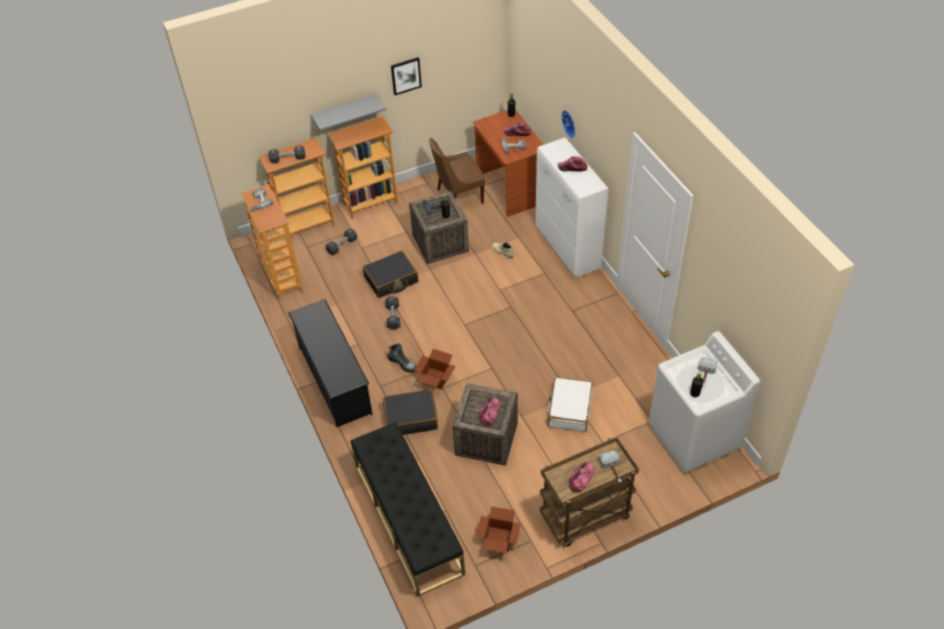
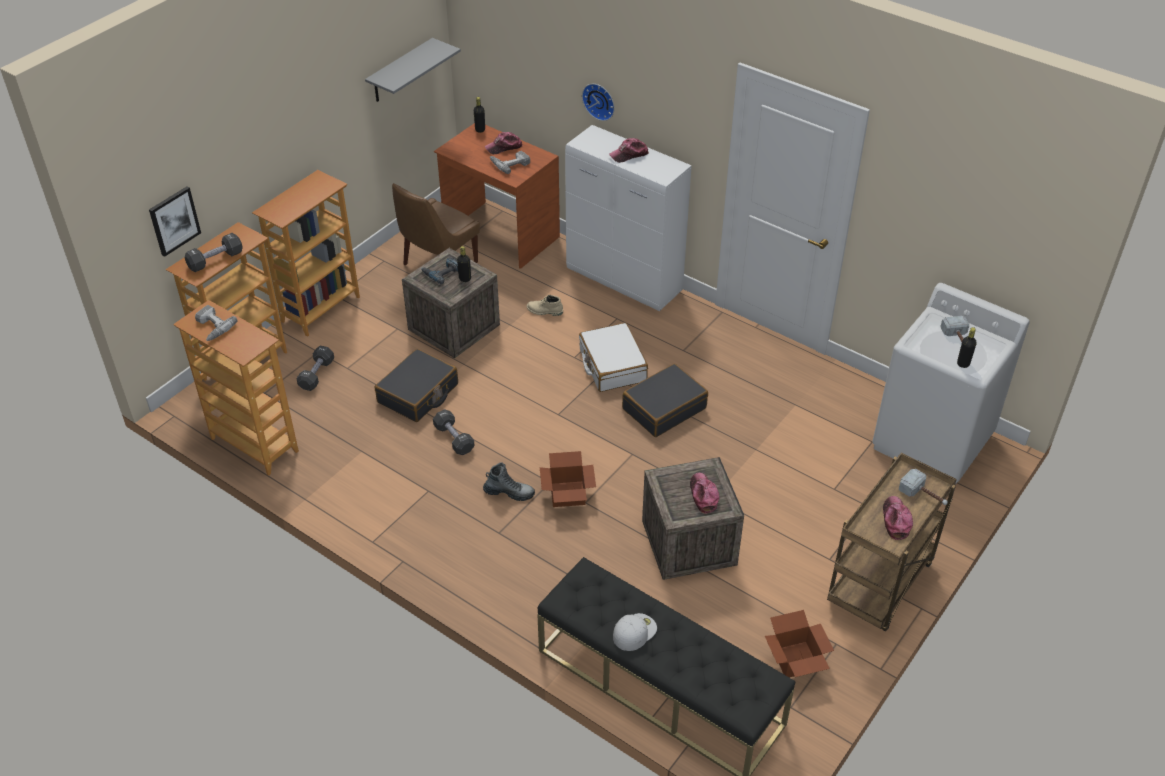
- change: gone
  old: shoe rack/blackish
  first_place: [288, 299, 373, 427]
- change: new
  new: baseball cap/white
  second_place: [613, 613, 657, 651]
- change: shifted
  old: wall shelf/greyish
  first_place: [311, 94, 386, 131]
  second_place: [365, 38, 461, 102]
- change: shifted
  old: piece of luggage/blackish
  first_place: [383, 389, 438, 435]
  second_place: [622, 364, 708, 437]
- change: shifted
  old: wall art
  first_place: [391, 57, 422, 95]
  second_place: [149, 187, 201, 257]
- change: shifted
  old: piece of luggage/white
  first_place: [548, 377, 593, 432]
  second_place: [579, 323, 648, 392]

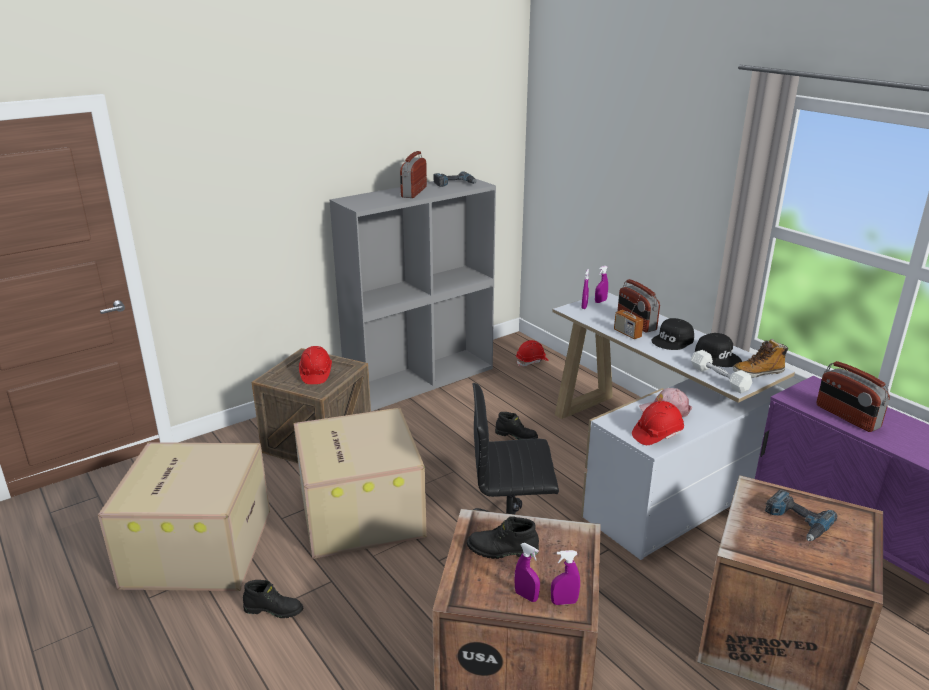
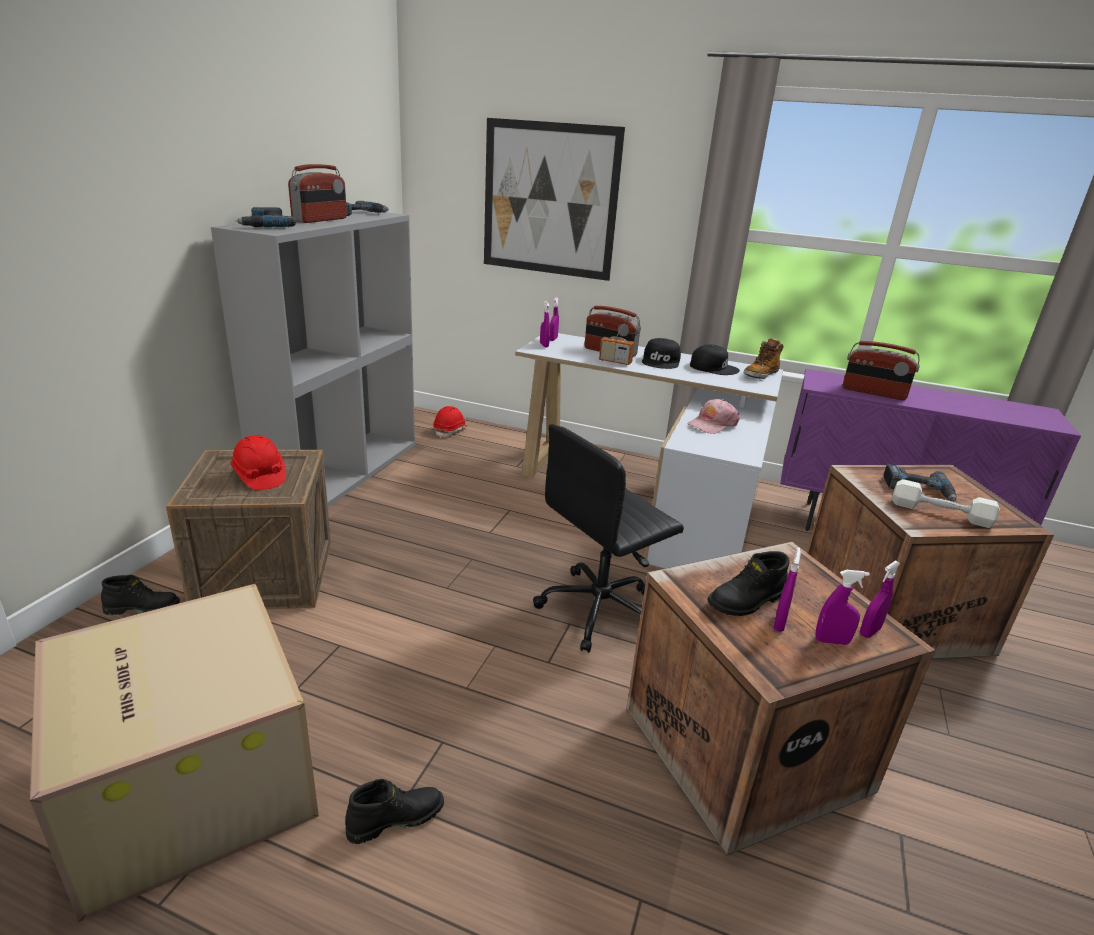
- change: gone
  old: packing box
  first_place: [294, 408, 427, 559]
- change: gone
  old: hard hat/red-coloured
  first_place: [632, 401, 684, 445]
- change: new
  new: electric drill
  second_place: [236, 207, 296, 227]
- change: new
  new: wall art
  second_place: [484, 118, 625, 281]
- change: new
  new: hand sprayer/purple-coloured
  second_place: [773, 547, 801, 632]
- change: shifted
  old: high-top boot/blackish
  first_place: [495, 412, 538, 440]
  second_place: [101, 575, 180, 615]
- change: shifted
  old: free weight/white
  first_place: [691, 350, 752, 393]
  second_place: [892, 479, 1000, 528]
- change: rotated
  old: radio set
  first_place: [400, 151, 427, 198]
  second_place: [288, 164, 347, 223]
  degrees: -135

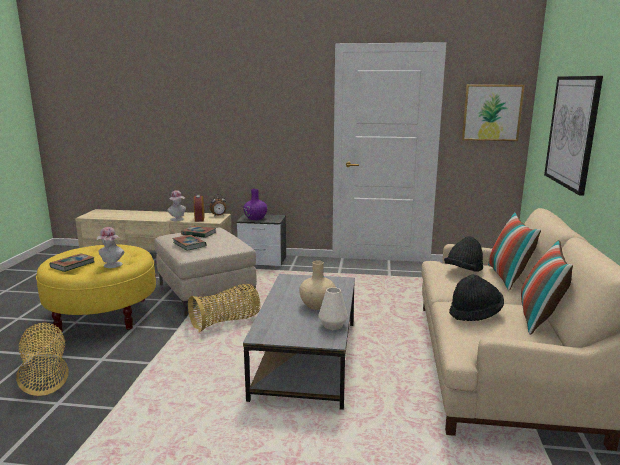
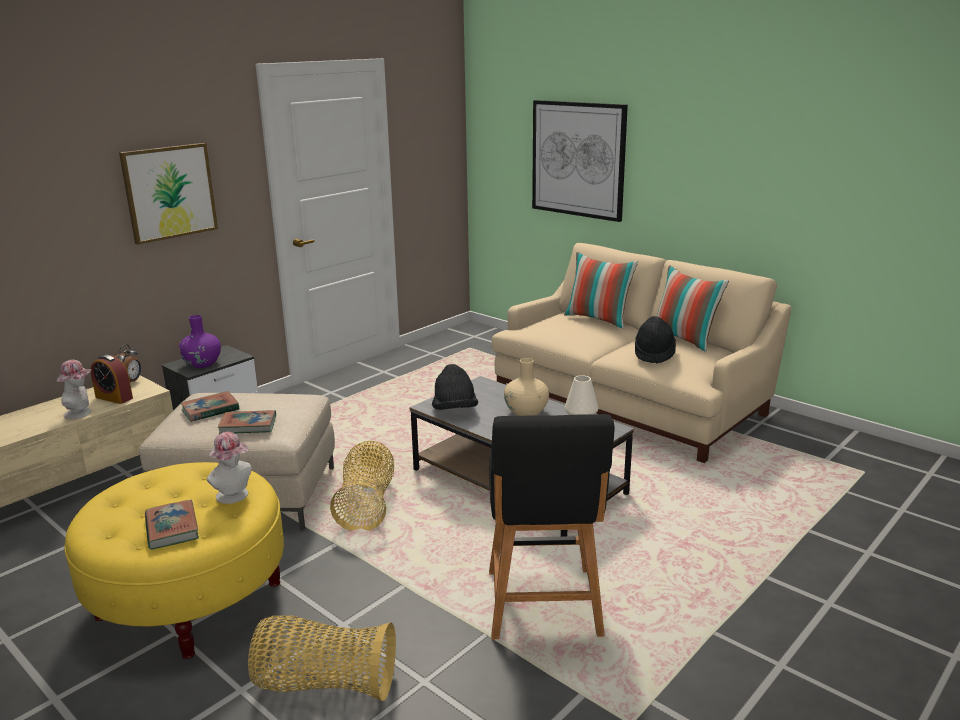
- change: new
  new: stool seat/blackish
  second_place: [489, 414, 615, 640]
- change: shifted
  old: clothing hat/blackish
  first_place: [444, 236, 483, 272]
  second_place: [432, 364, 478, 410]
- change: shifted
  old: wall art
  first_place: [462, 85, 525, 141]
  second_place: [119, 143, 218, 245]

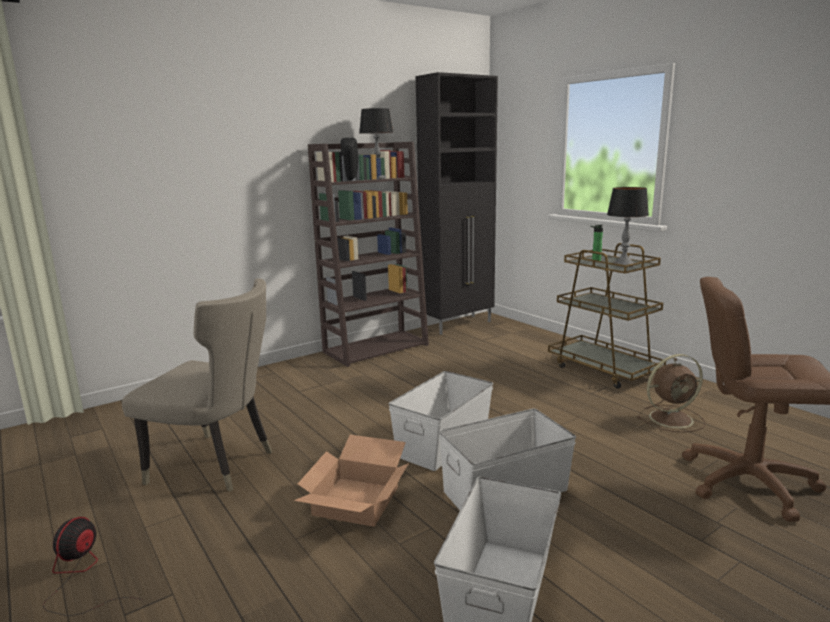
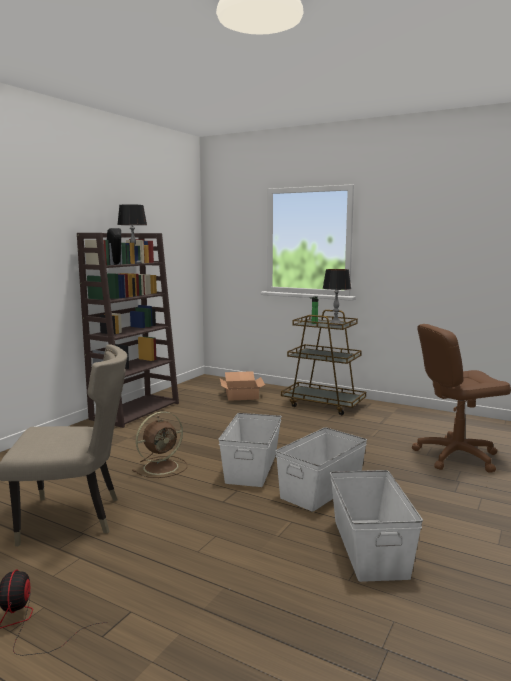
- change: gone
  old: cupboard/blackish
  first_place: [416, 72, 498, 335]
- change: shifted
  old: packing box
  first_place: [293, 435, 409, 527]
  second_place: [220, 371, 265, 401]
- change: shifted
  old: electric fan/brownish
  first_place: [636, 354, 706, 432]
  second_place: [132, 411, 187, 478]

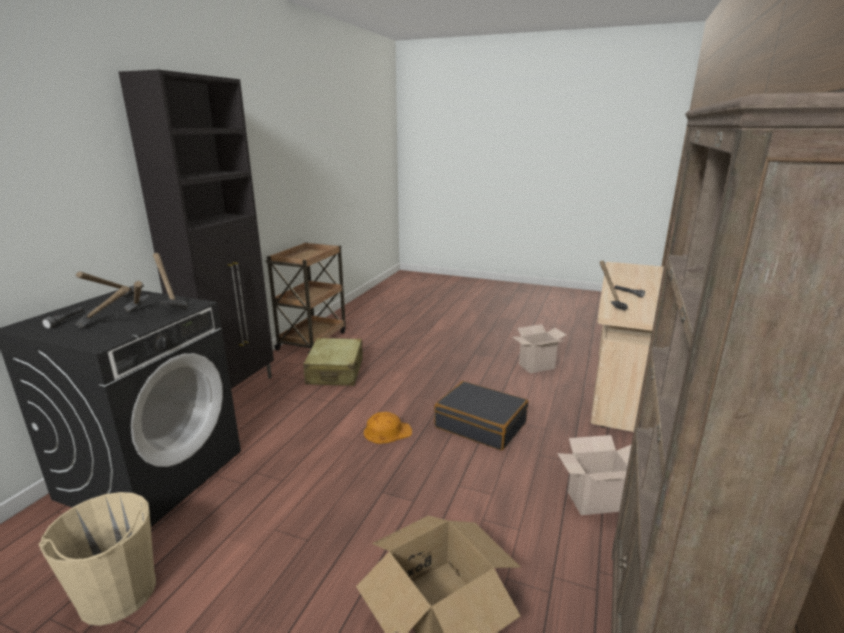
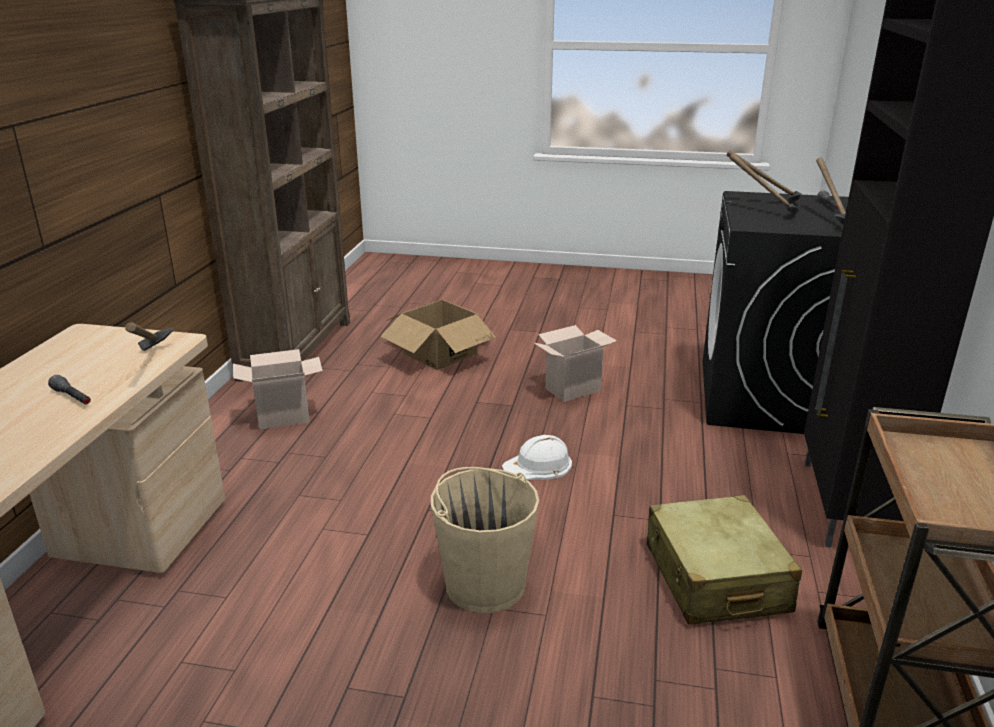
- change: gone
  old: tool hammer
  first_place: [153, 253, 188, 310]
- change: gone
  old: piece of luggage/blackish
  first_place: [434, 381, 528, 450]
- change: shifted
  old: bucket/sand-coloured
  first_place: [39, 492, 156, 626]
  second_place: [431, 467, 539, 613]
- change: shifted
  old: packing box
  first_place: [513, 324, 566, 373]
  second_place: [534, 325, 617, 402]
- change: repainted
  old: hard hat/orange
  new: hard hat/white
  first_place: [364, 412, 412, 444]
  second_place: [502, 435, 572, 480]

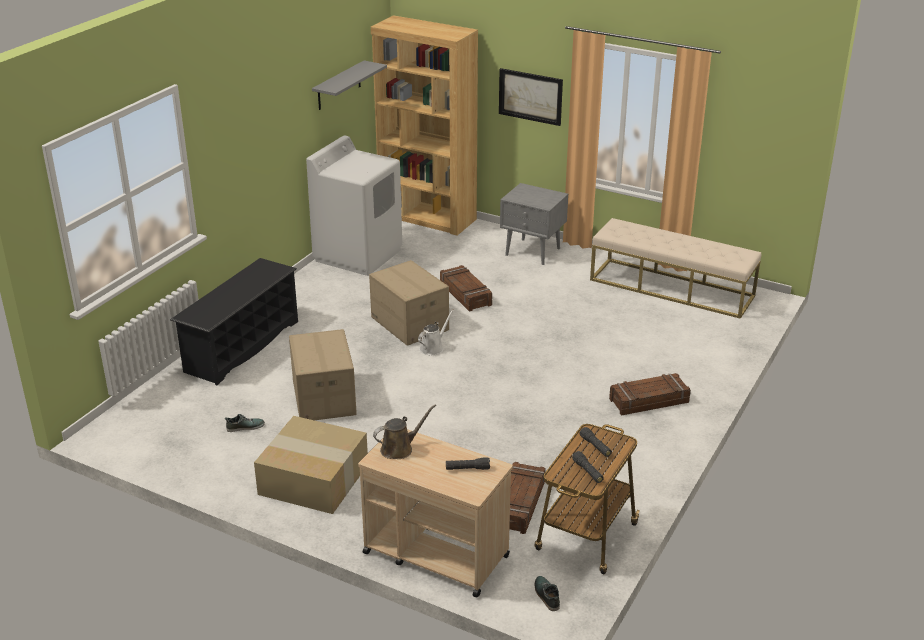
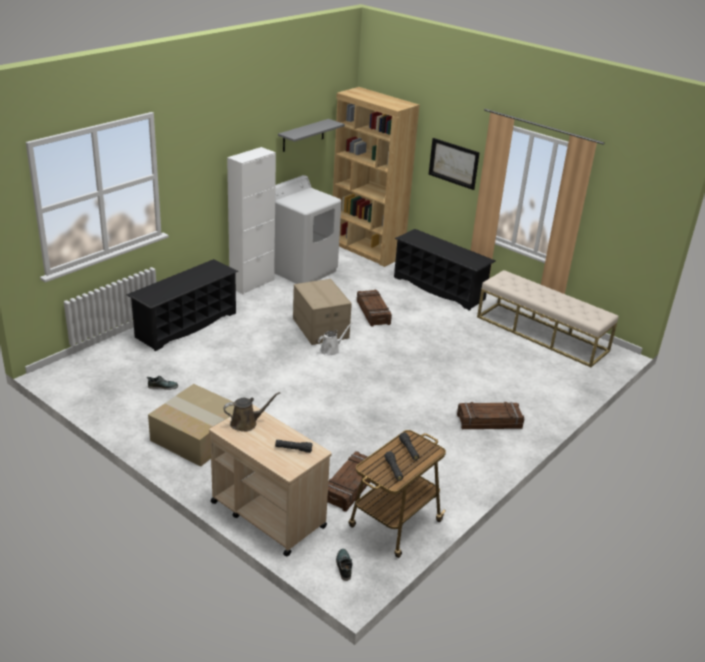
- change: gone
  old: packing box
  first_place: [289, 329, 357, 420]
- change: new
  new: cupboard/white
  second_place: [227, 147, 276, 294]
- change: swapped
  old: night table/greyish
  new: shoe rack/blackish
  first_place: [500, 183, 568, 265]
  second_place: [394, 229, 496, 311]

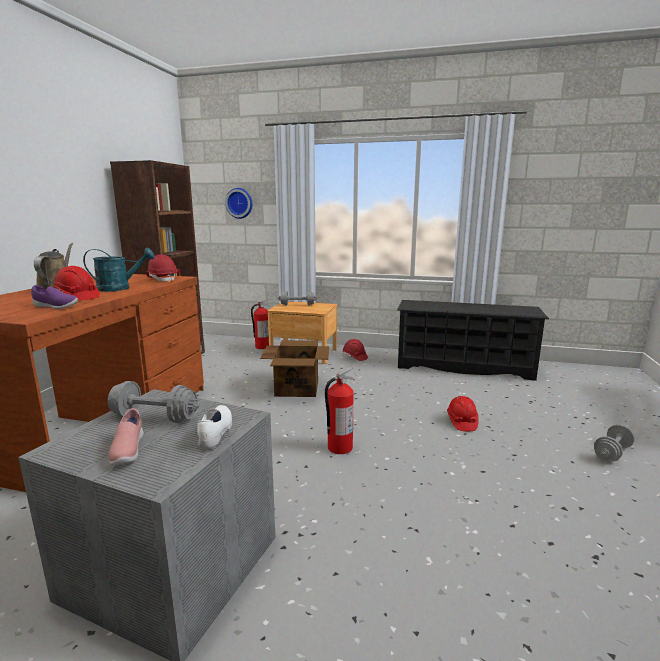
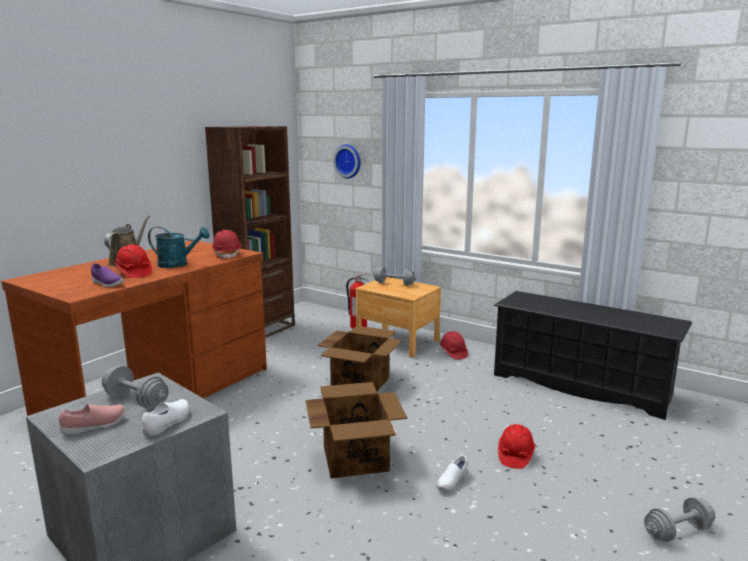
- change: new
  new: low shoe/white
  second_place: [437, 455, 467, 491]
- change: swapped
  old: fire extinguisher
  new: packing box
  first_place: [325, 367, 355, 454]
  second_place: [306, 382, 407, 478]
- change: rotated
  old: low shoe/pink
  first_place: [109, 408, 144, 466]
  second_place: [59, 404, 126, 436]
  degrees: -135

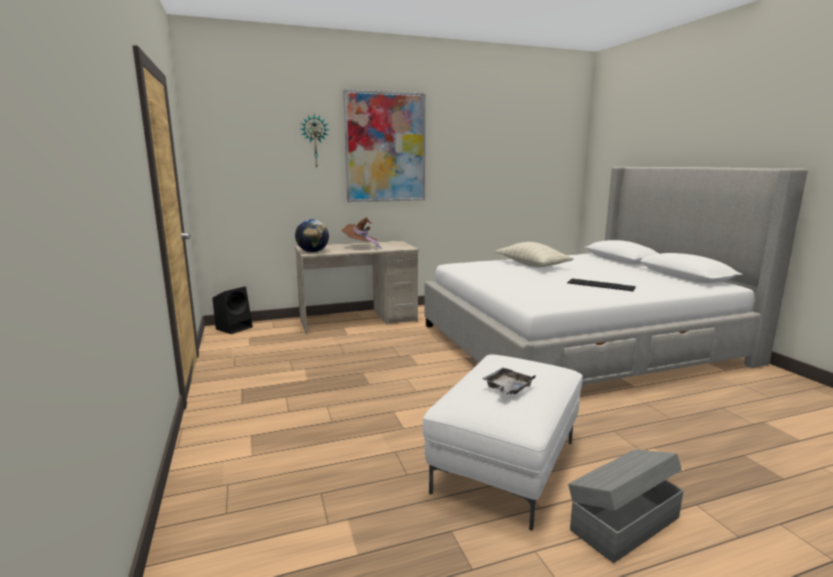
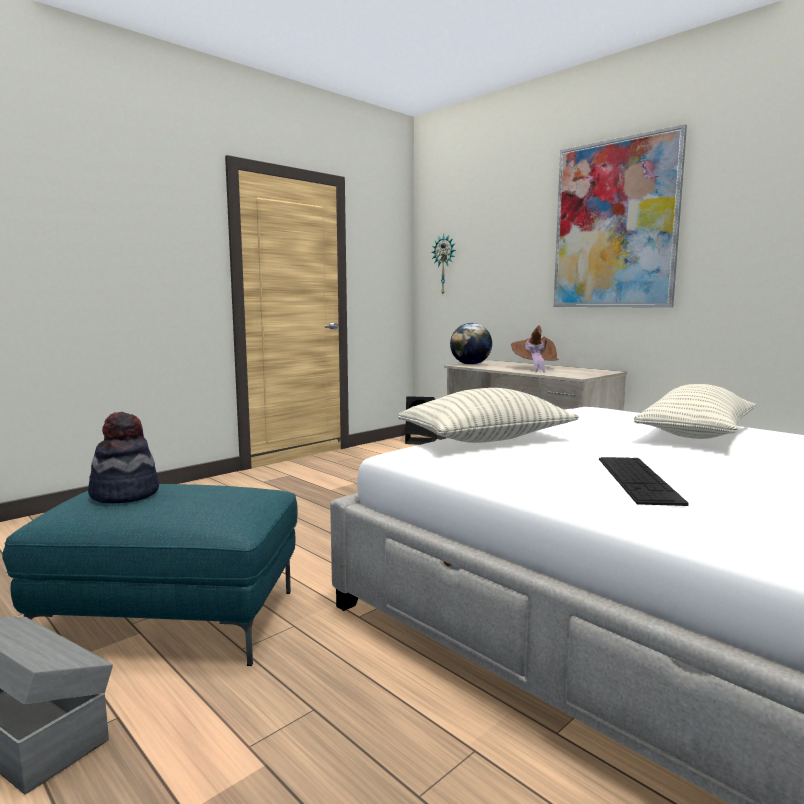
- change: new
  new: throw pillow
  second_place: [398, 388, 579, 443]
- change: shifted
  old: clock on the wall
  first_place: [301, 114, 329, 168]
  second_place: [431, 234, 456, 294]
- change: swapped
  old: serving tray/greyish
  new: clothing hat
  first_place: [482, 367, 536, 394]
  second_place: [88, 412, 159, 503]
- change: repainted
  old: footrest/white
  new: footrest/turquoise
  first_place: [422, 354, 583, 531]
  second_place: [2, 484, 298, 666]

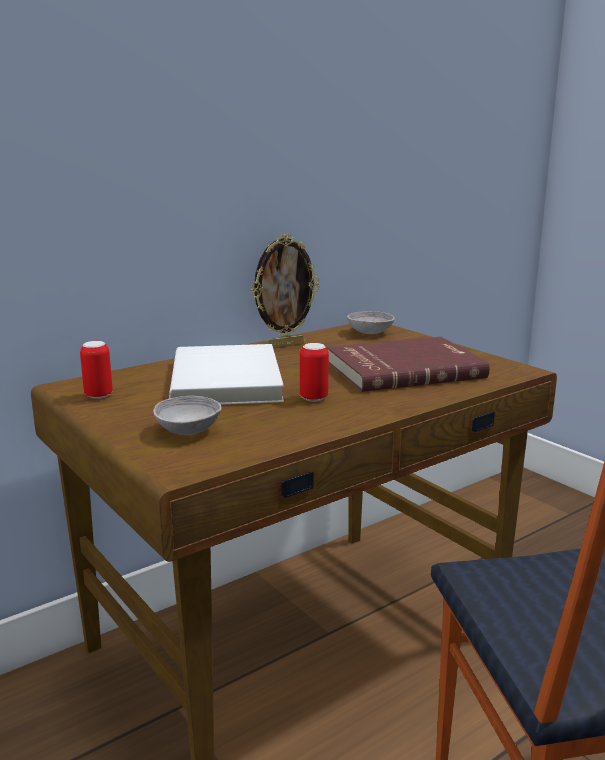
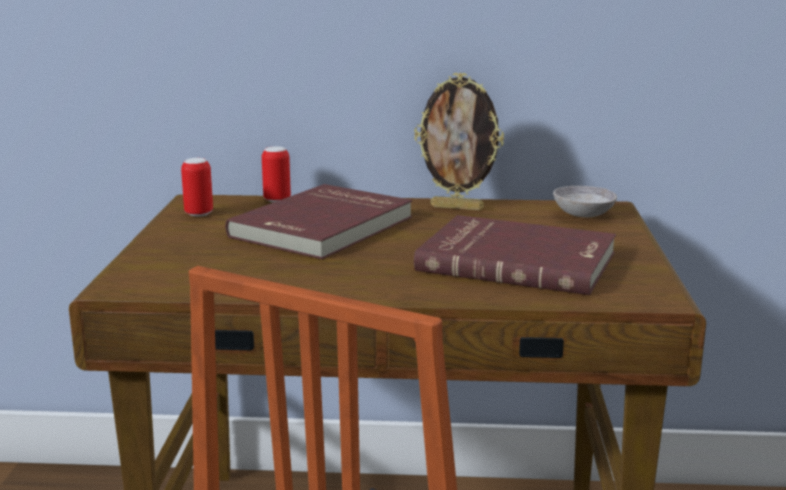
- change: gone
  old: bowl/greyish
  first_place: [153, 396, 222, 435]
- change: shifted
  old: sealed can
  first_place: [300, 343, 329, 402]
  second_place: [262, 146, 291, 202]
- change: repainted
  old: book/white
  new: book/red-coloured
  first_place: [169, 344, 284, 405]
  second_place: [225, 184, 412, 259]

